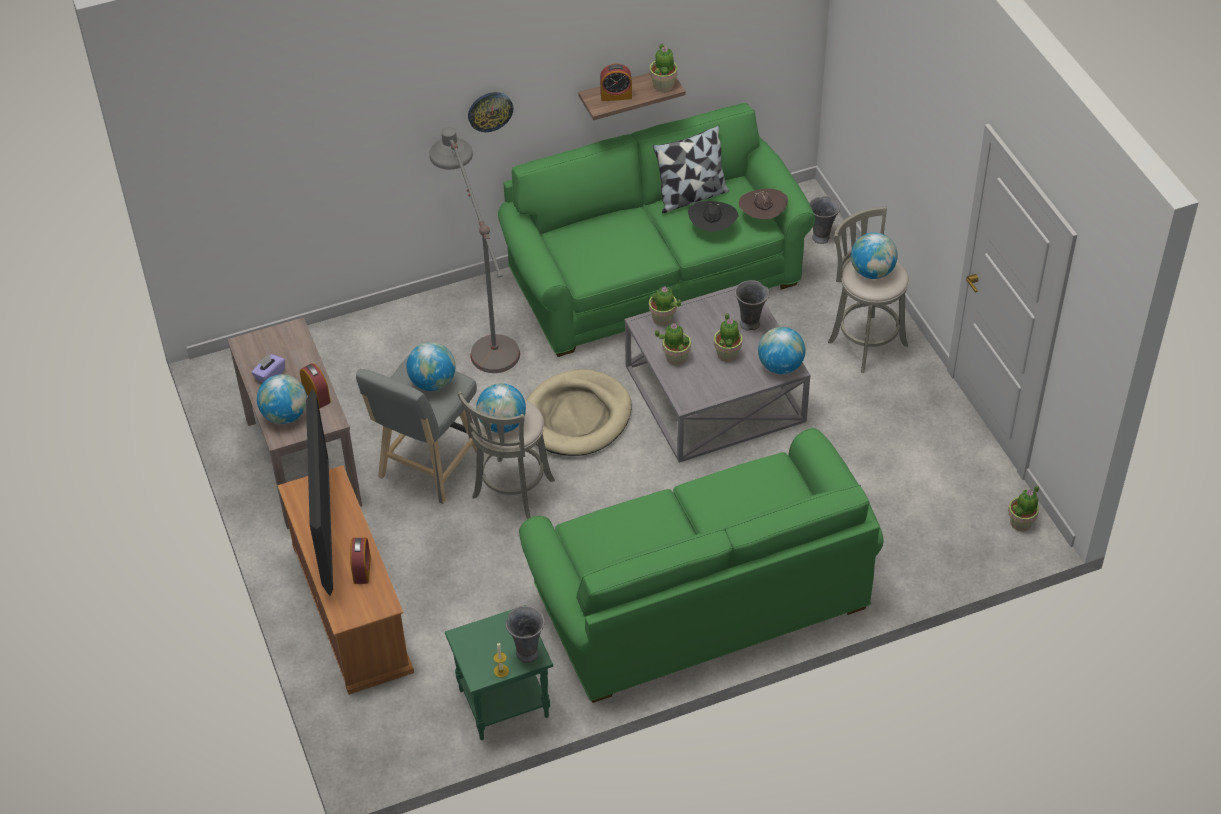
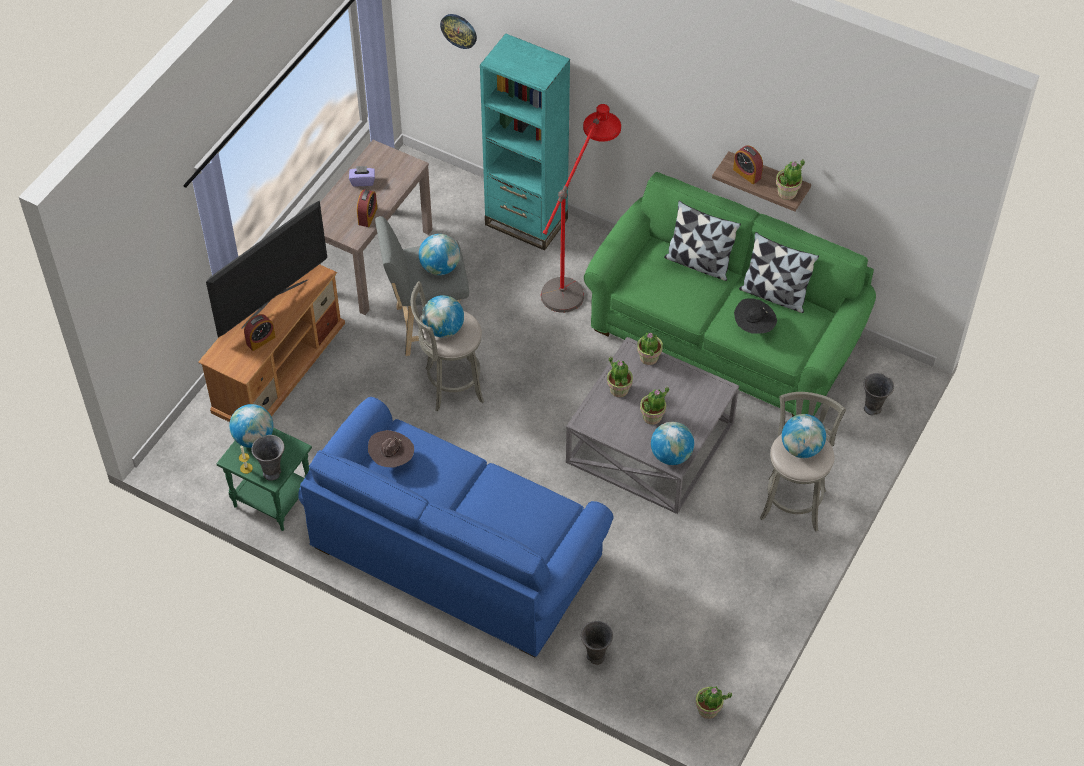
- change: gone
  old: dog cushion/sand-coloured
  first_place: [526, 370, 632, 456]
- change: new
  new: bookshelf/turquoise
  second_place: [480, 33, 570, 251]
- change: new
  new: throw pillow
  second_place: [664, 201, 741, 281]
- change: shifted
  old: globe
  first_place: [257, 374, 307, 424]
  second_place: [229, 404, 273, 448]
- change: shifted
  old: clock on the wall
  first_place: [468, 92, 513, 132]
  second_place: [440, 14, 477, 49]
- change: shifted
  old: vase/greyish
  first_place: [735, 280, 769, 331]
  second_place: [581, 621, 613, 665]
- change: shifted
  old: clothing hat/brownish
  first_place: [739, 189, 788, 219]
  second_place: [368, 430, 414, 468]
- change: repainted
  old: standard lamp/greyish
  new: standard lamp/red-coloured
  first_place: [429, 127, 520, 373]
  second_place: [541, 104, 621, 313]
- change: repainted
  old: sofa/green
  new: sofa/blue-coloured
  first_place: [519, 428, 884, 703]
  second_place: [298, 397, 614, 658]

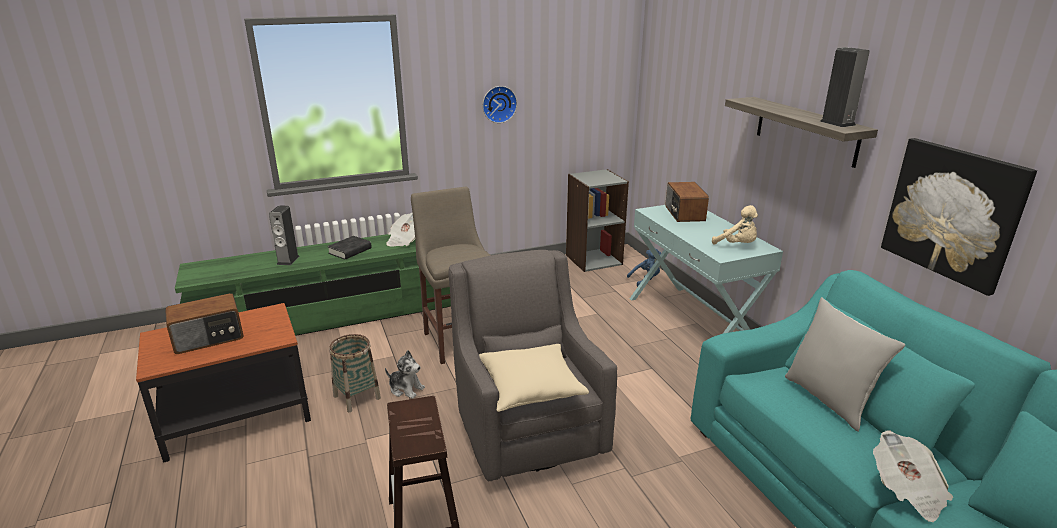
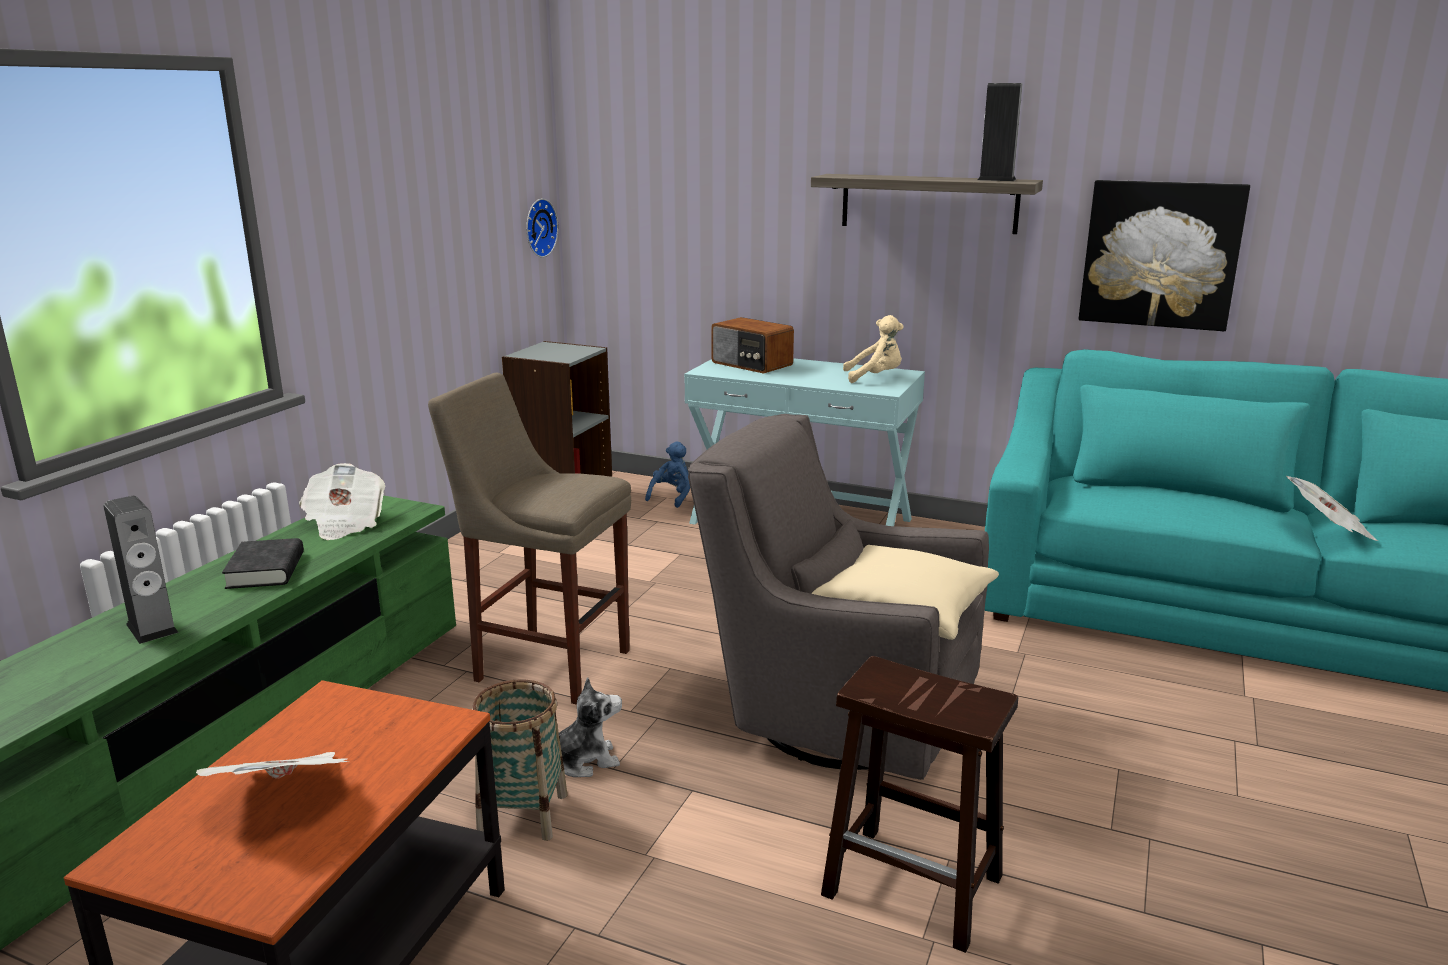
- change: gone
  old: throw pillow/greyish
  first_place: [785, 297, 905, 432]
- change: shifted
  old: clock on the wall
  first_place: [482, 86, 517, 123]
  second_place: [526, 199, 558, 258]
- change: swapped
  old: radio set
  new: newspaper
  first_place: [165, 293, 243, 354]
  second_place: [196, 752, 349, 779]

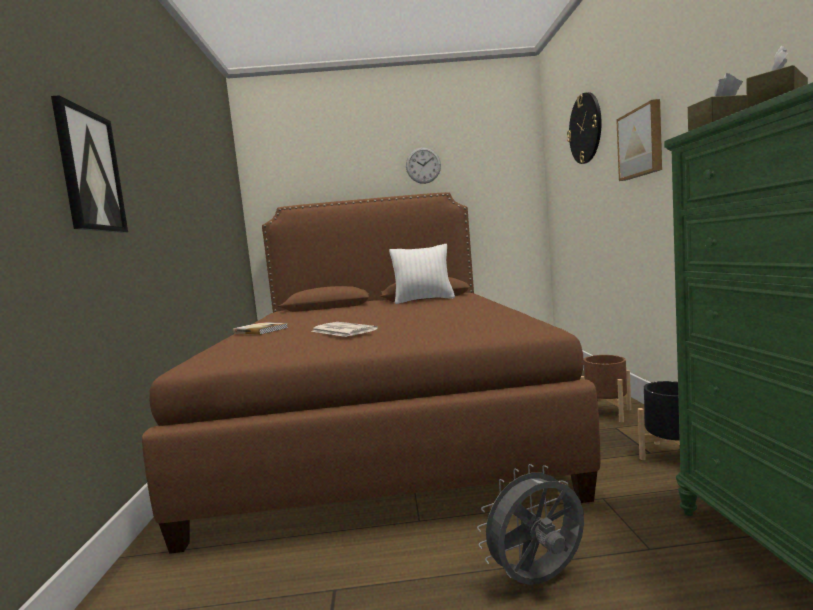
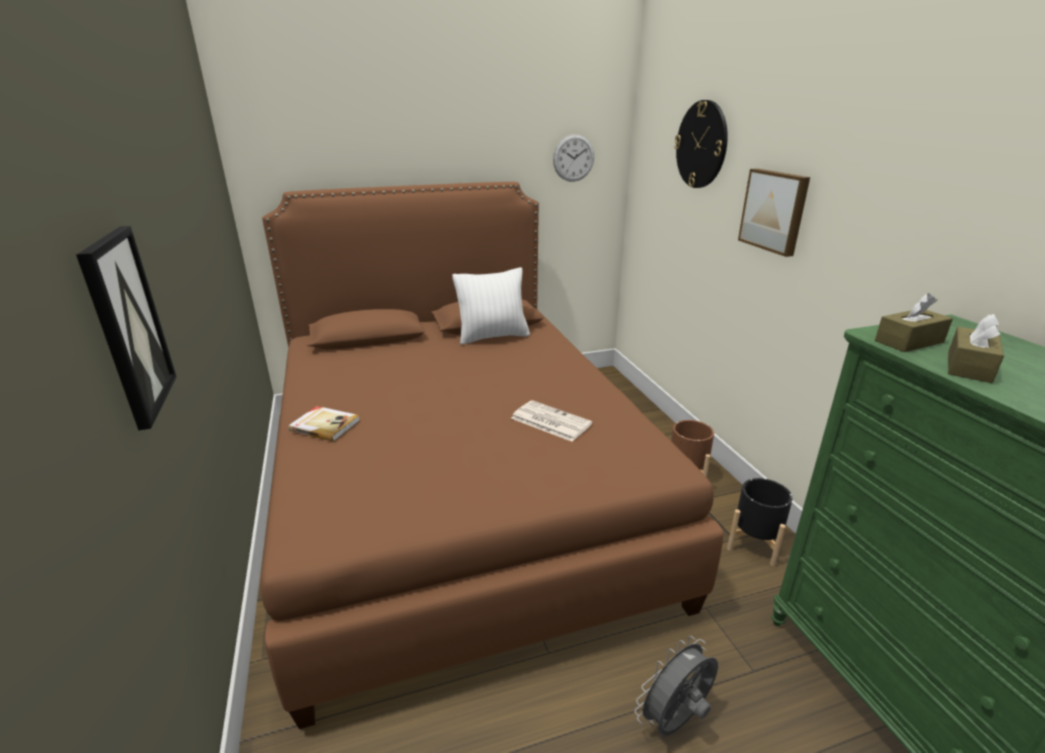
- change: shifted
  old: newspaper
  first_place: [311, 322, 378, 337]
  second_place: [511, 400, 593, 442]
- change: shifted
  old: clock on the wall
  first_place: [406, 147, 441, 184]
  second_place: [553, 134, 594, 182]

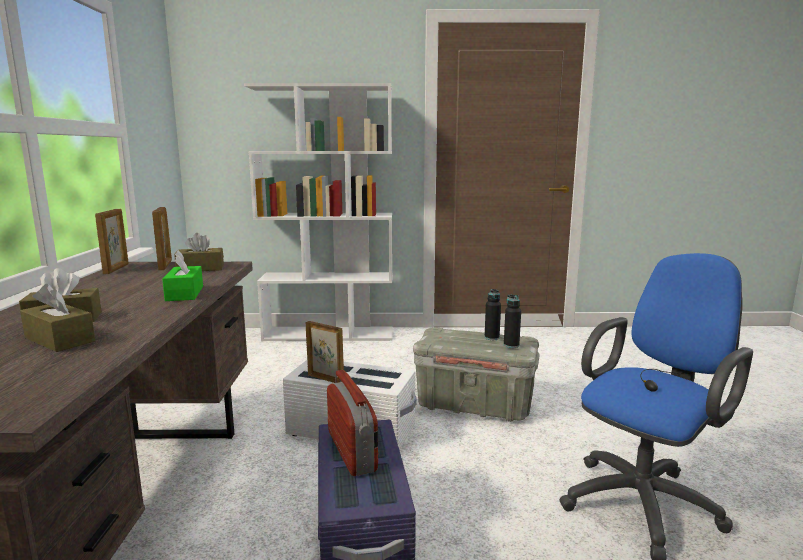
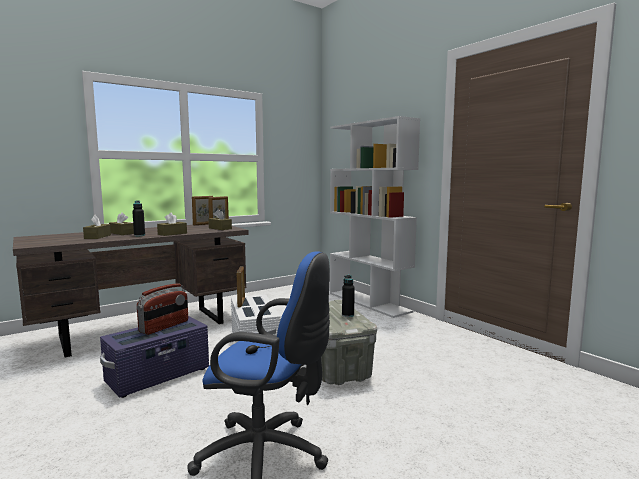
- change: shifted
  old: beverage bottle/blackish
  first_place: [504, 295, 521, 348]
  second_place: [132, 201, 145, 236]
- change: repainted
  old: tissue box/green
  new: tissue box/brownish
  first_place: [162, 250, 203, 301]
  second_place: [157, 213, 187, 236]

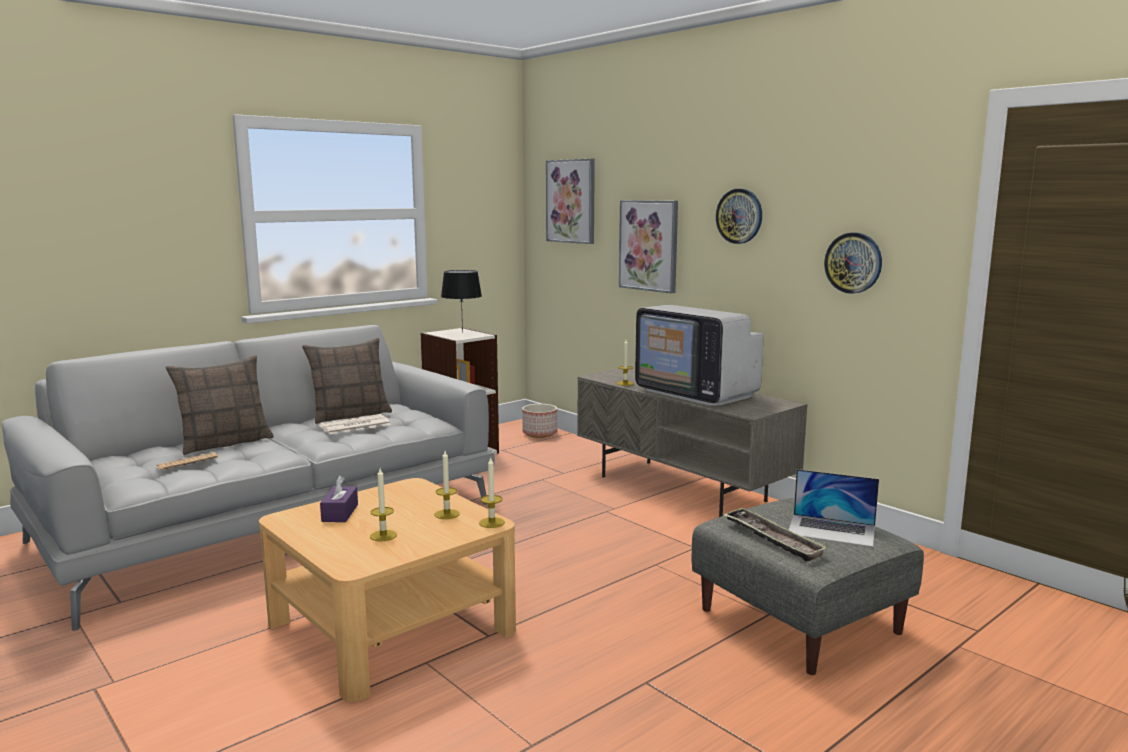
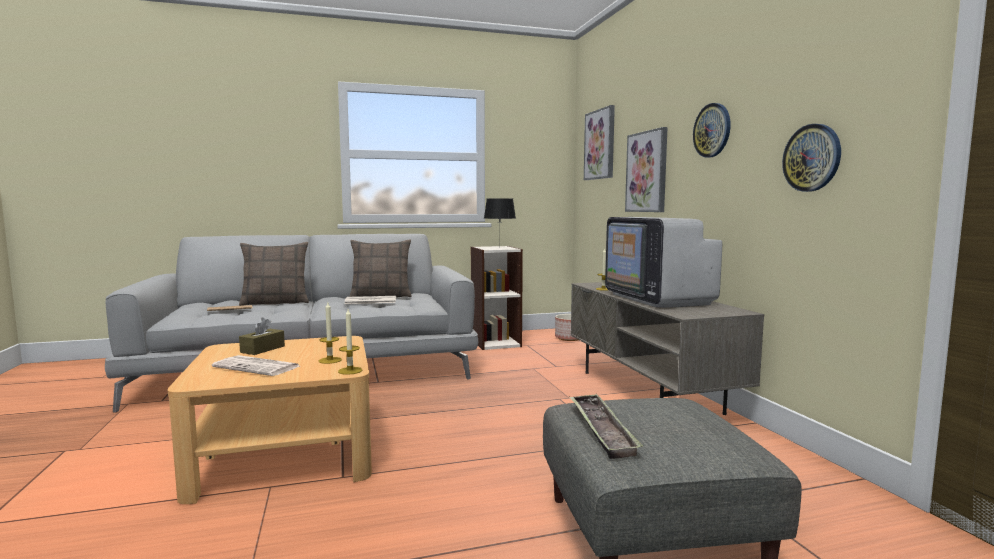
- change: gone
  old: laptop
  first_place: [789, 469, 879, 547]
- change: swapped
  old: candle
  new: newspaper
  first_place: [370, 468, 397, 541]
  second_place: [212, 355, 300, 376]
- change: repainted
  old: tissue box/purple-coloured
  new: tissue box/brownish
  first_place: [320, 476, 358, 522]
  second_place: [239, 318, 285, 355]

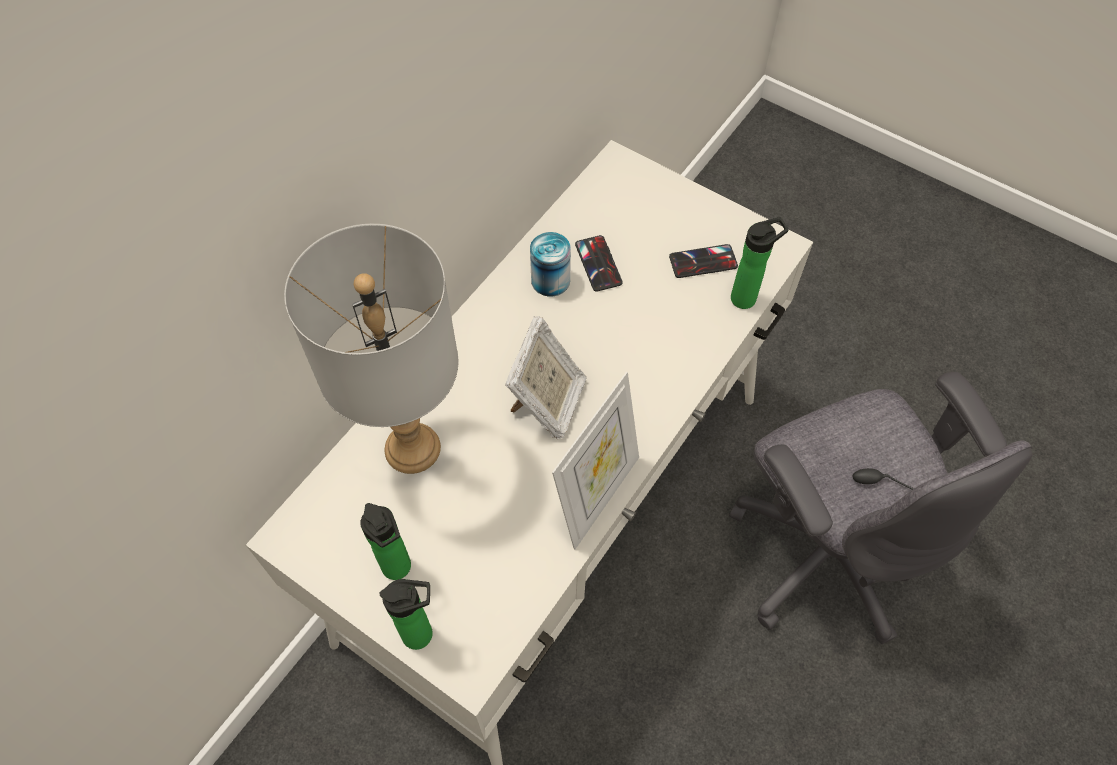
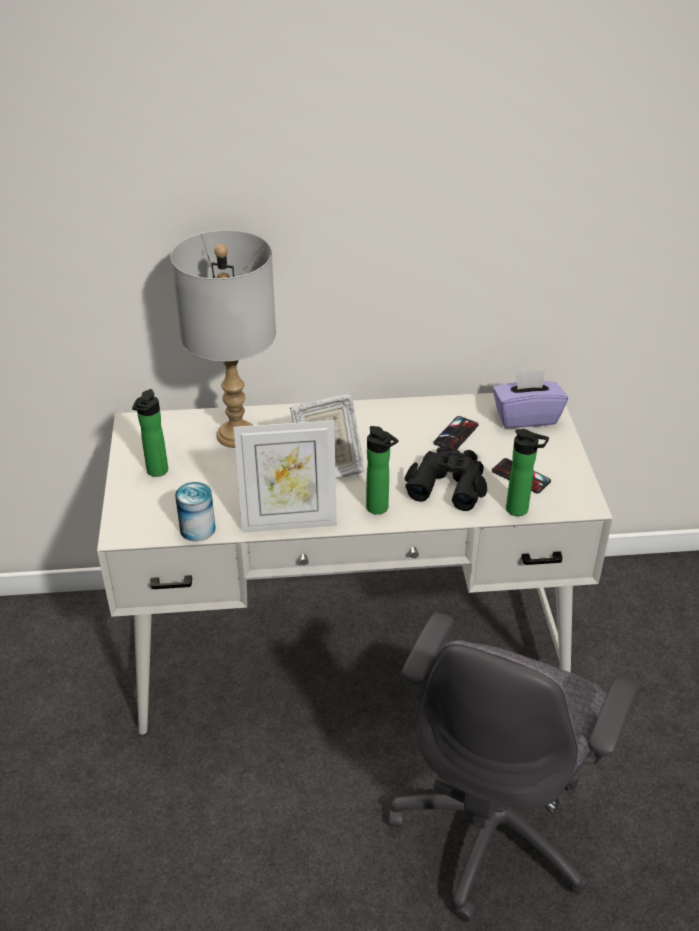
- change: new
  new: pair of binoculars/blackish
  second_place: [405, 445, 487, 511]
- change: new
  new: tissue box/purple-coloured
  second_place: [492, 370, 568, 428]
- change: shifted
  old: beverage bottle
  first_place: [379, 579, 433, 650]
  second_place: [366, 426, 398, 514]
- change: shifted
  old: sealed can
  first_place: [530, 232, 571, 297]
  second_place: [175, 482, 216, 541]

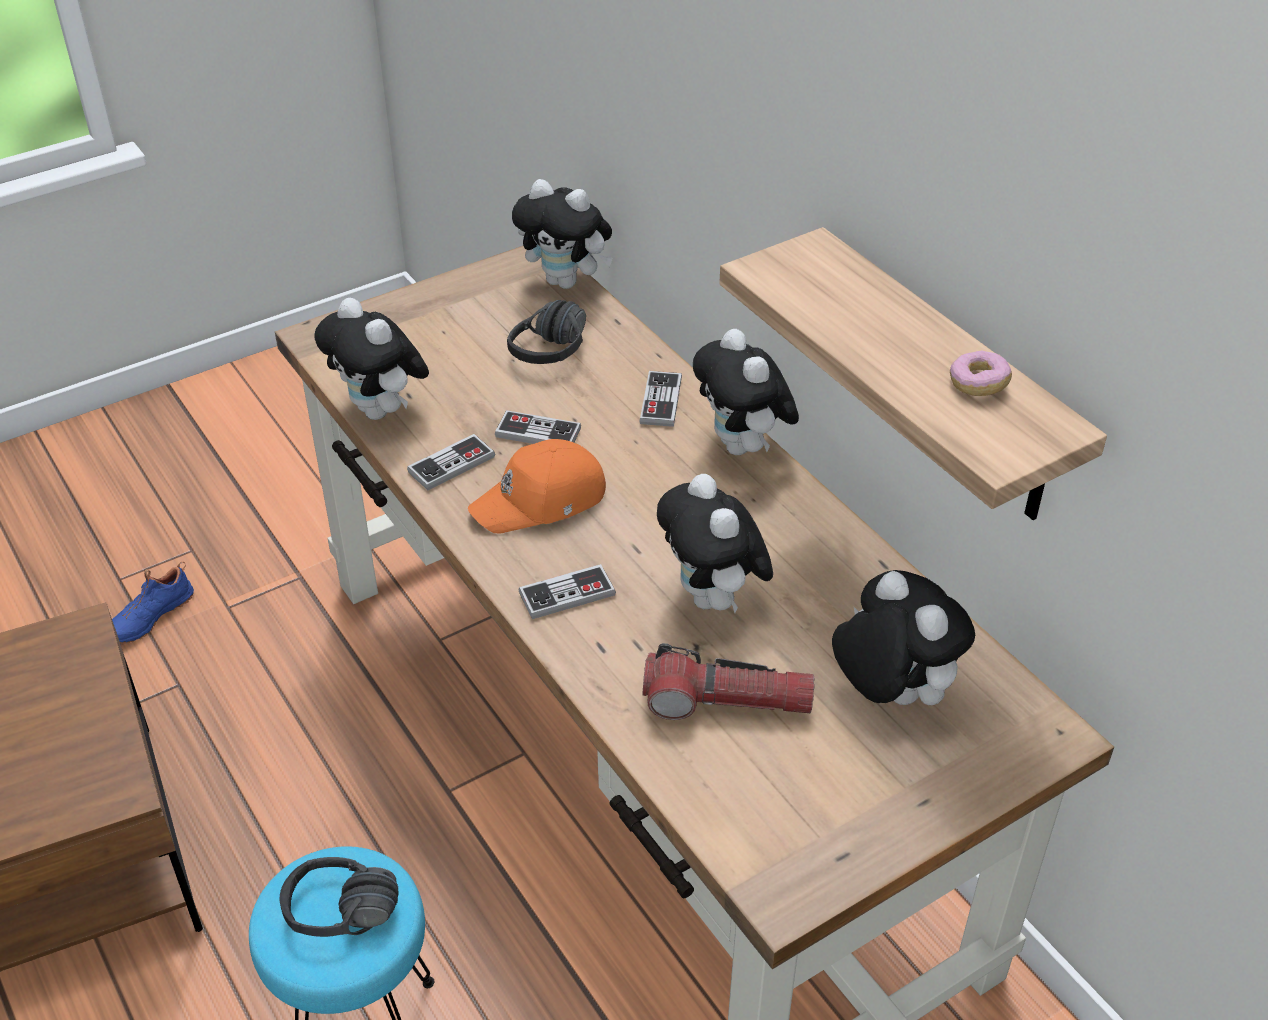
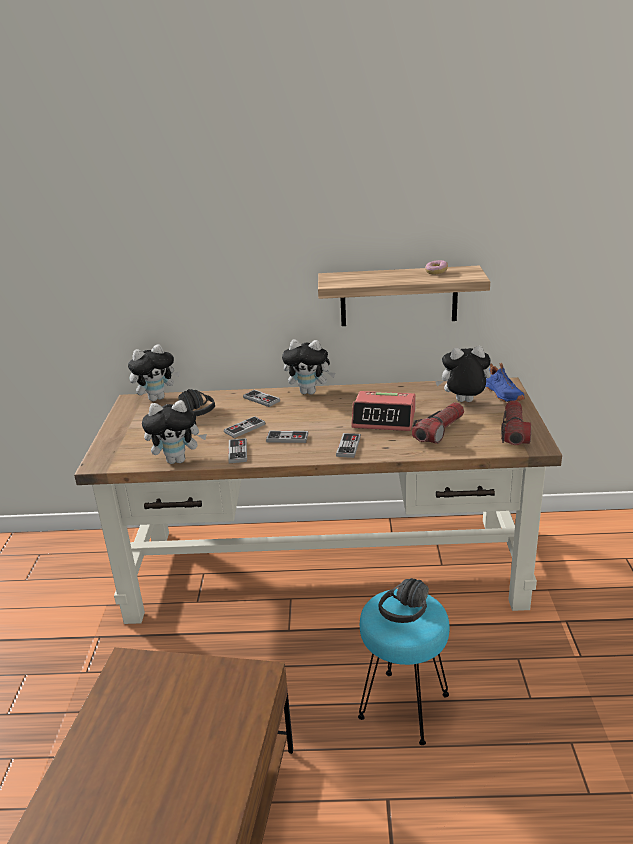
- change: new
  new: hand torch
  second_place: [501, 400, 531, 445]
- change: shifted
  old: low shoe/blue-coloured
  first_place: [112, 562, 194, 643]
  second_place: [486, 363, 525, 402]
- change: swapped
  old: baseball cap/orange
  new: game controller
  first_place: [468, 439, 606, 534]
  second_place: [266, 431, 309, 443]
- change: swapped
  old: soft toy
  new: bedside clock
  first_place: [657, 474, 773, 613]
  second_place: [351, 391, 416, 431]

